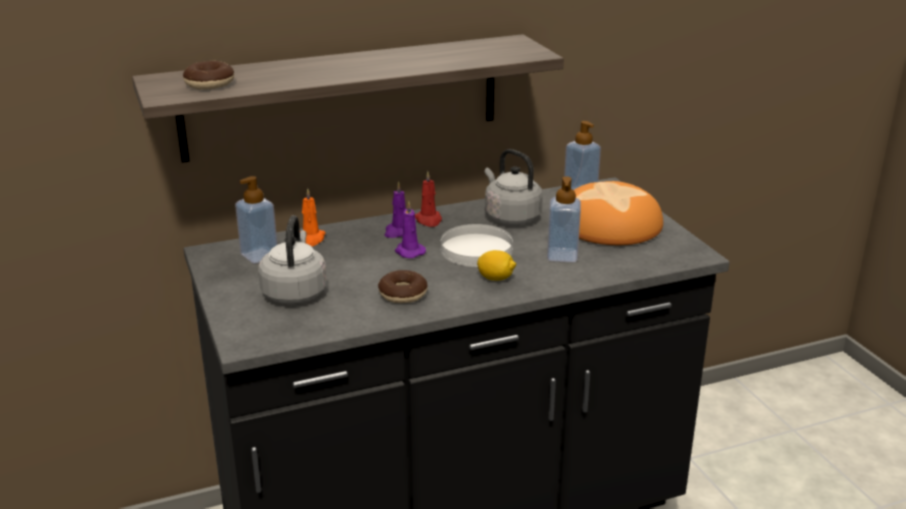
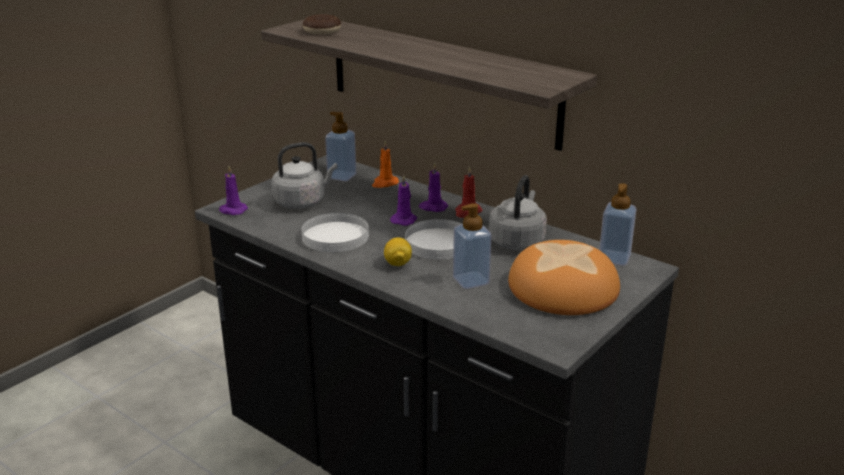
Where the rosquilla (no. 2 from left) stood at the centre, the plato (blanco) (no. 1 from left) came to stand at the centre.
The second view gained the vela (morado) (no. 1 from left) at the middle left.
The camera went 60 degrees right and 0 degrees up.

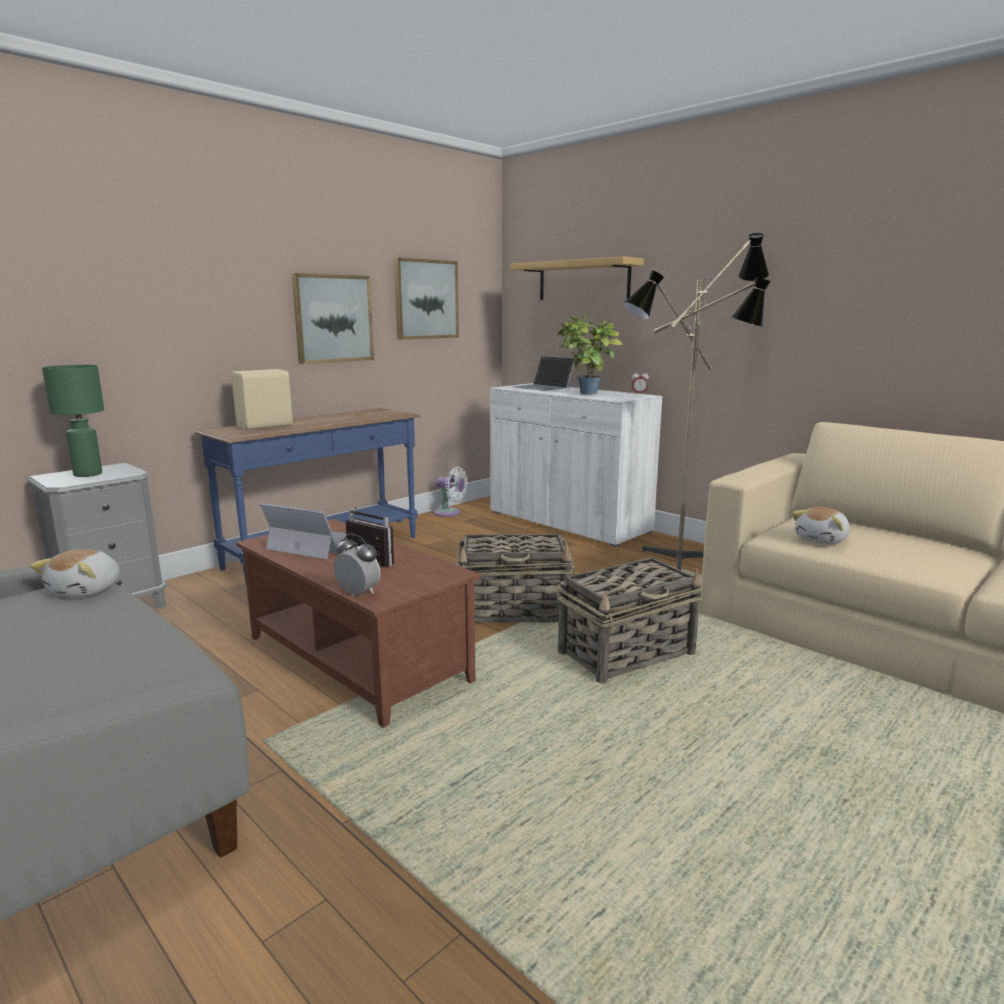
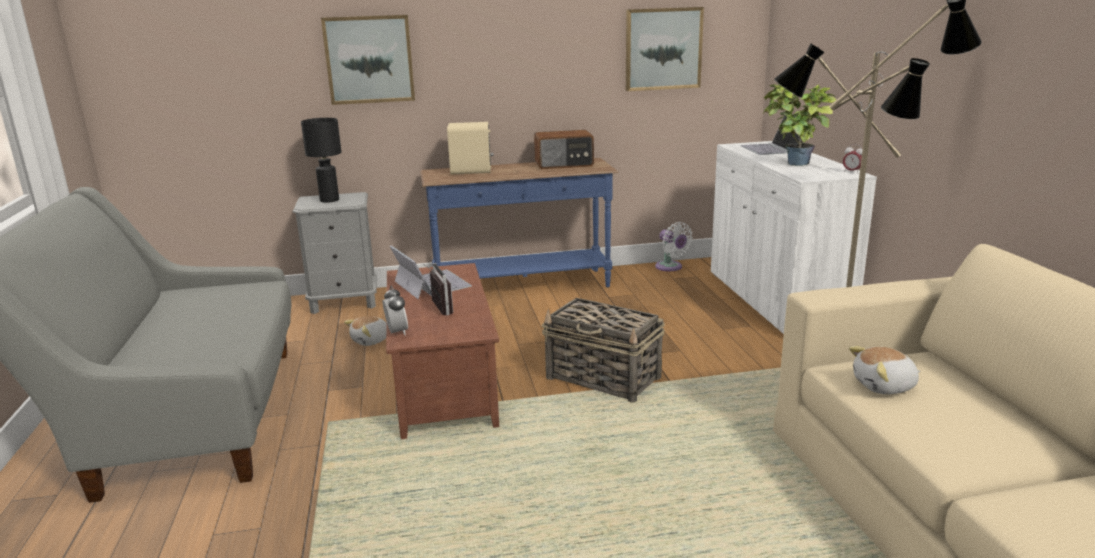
The second view lost the estante at the top centre.
The cuadro (no. 1 from left) ended up elsewhere, having gone from the top left to the top centre.
What was the lámpara de mesa (verde) at the middle left turned into the lámpara de mesa (negro) at the top left.
The peluche (no. 1 from left) ended up elsewhere, having gone from the middle left to the centre.
The second view lost the cesta (no. 2 from left) at the centre.
The second view gained the radio (no. 2 from left) at the top centre.
The camera went 35 degrees right and 5 degrees up.

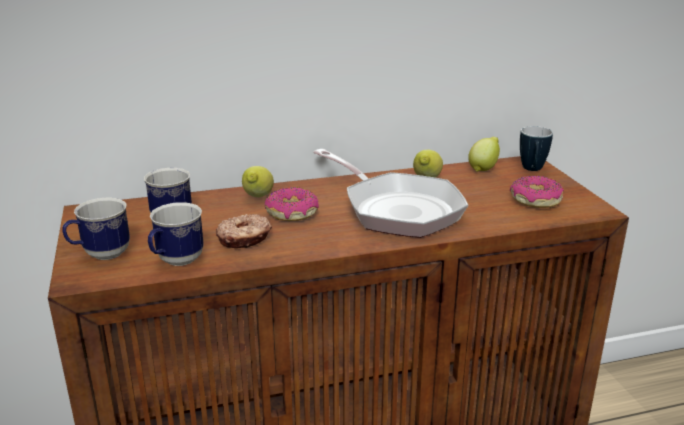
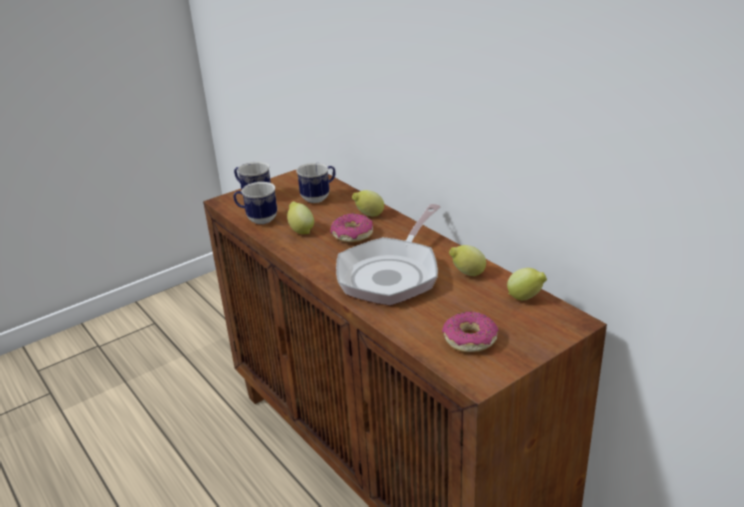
The second view lost the taza grande (no. 4 from left) at the middle right.
Where the rosquilla (no. 1 from left) stood at the centre, the limón (no. 1 from left) came to stand at the centre.
The camera went 70 degrees right and 5 degrees up.

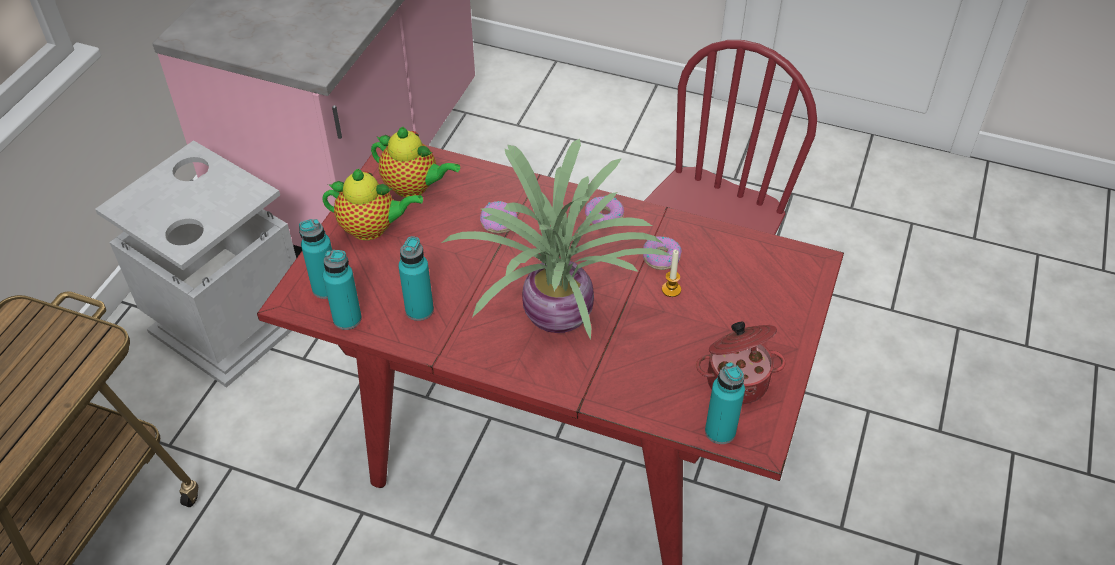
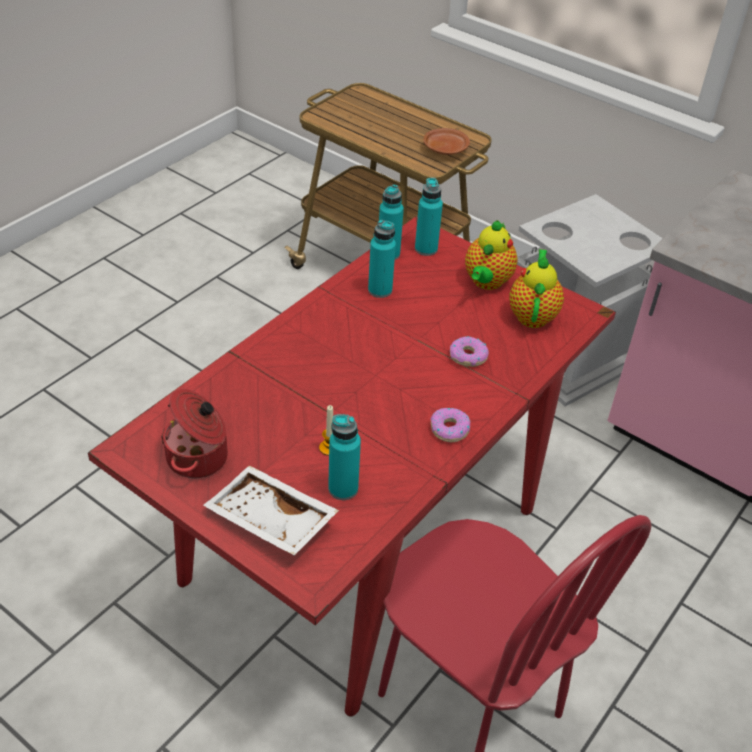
The tetera (no. 2 from left) at the top centre ended up facing another way, 150 degrees clockwise from before.
The second view lost the planta en maceta at the centre.
The second view lost the rosquilla (no. 3 from left) at the centre.
The botella (turquesa) (no. 4 from left in the first image) ended up elsewhere, having gone from the bottom centre to the centre.
The second view gained the plato (marrón) at the top centre.
The second view gained the bandeja (blanco) at the bottom centre.
The camera went 105 degrees right and 5 degrees down.

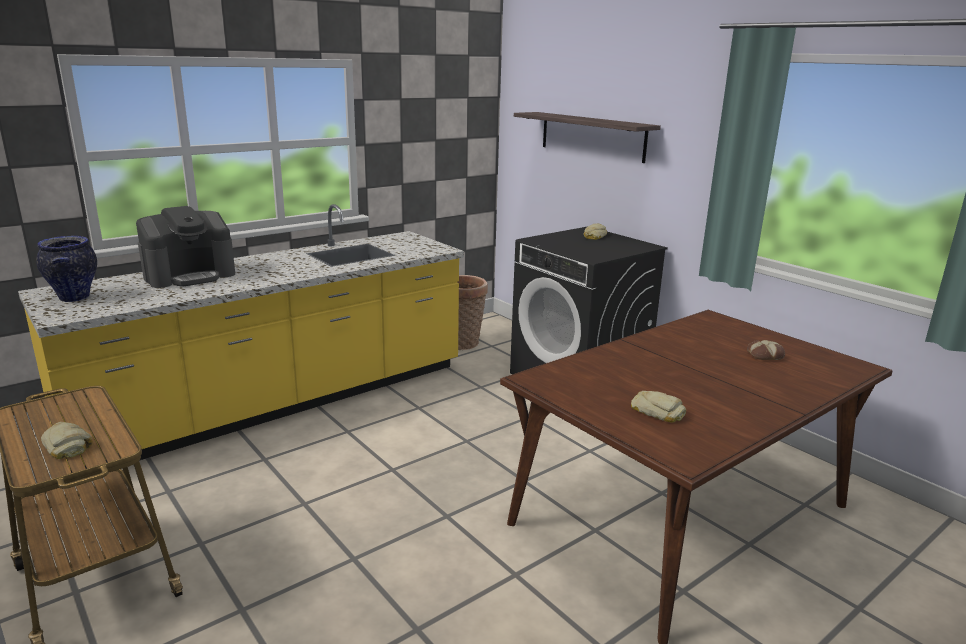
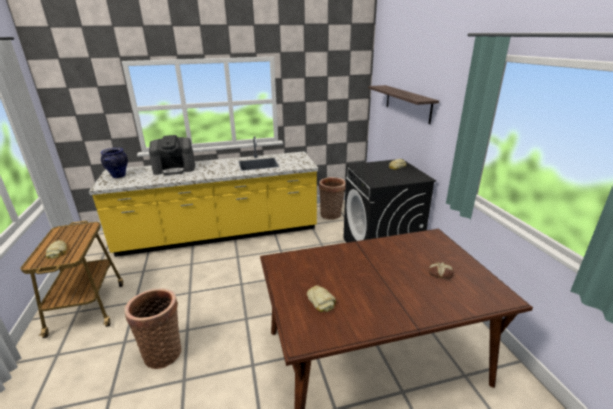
The second view gained the cesta (no. 1 from left) at the bottom left.
The camera went 25 degrees right and 5 degrees up.

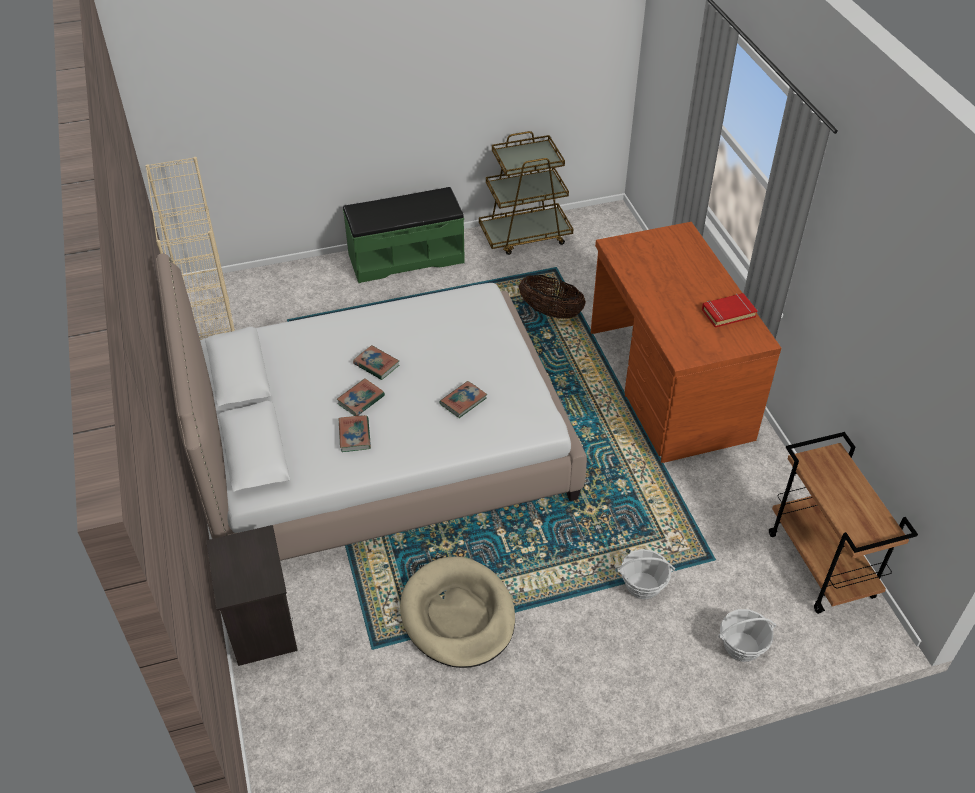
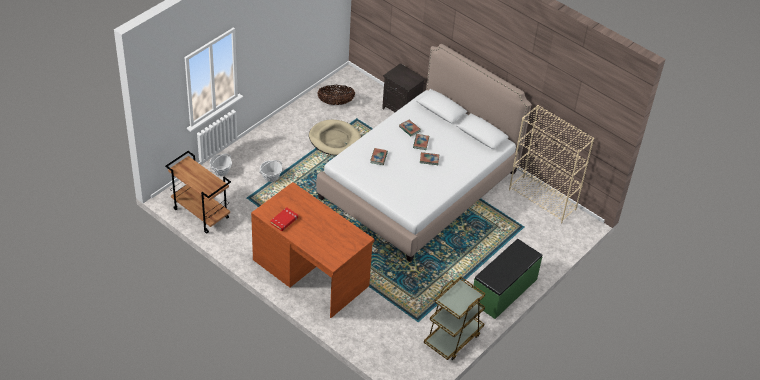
The cesta (no. 1 from left in the first image) ended up elsewhere, having gone from the centre to the top centre.
The camera went 145 degrees right and 0 degrees up.

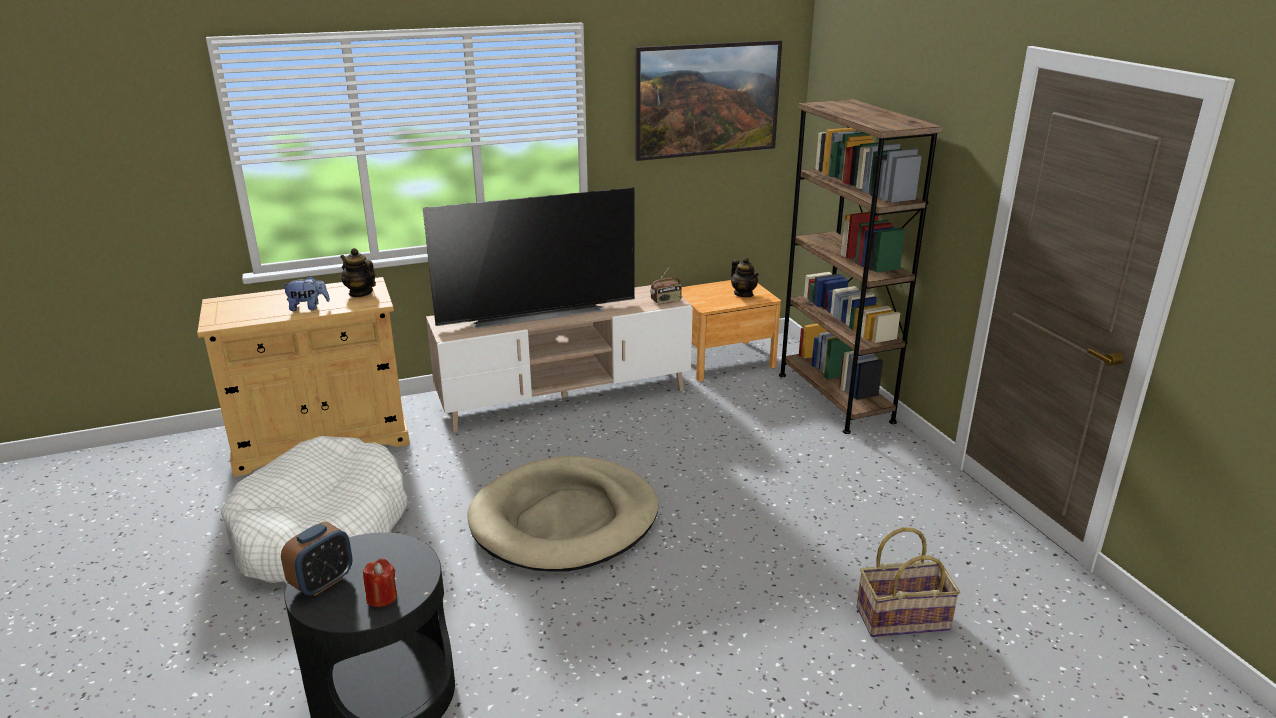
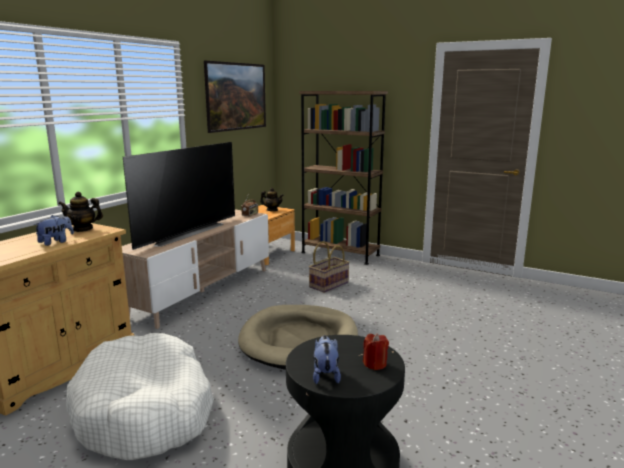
Where the despertador stood at the bottom left, the peluche (no. 2 from left) came to stand at the bottom centre.
The cesta ended up elsewhere, having gone from the bottom right to the centre.
The camera went 40 degrees left and 10 degrees down.

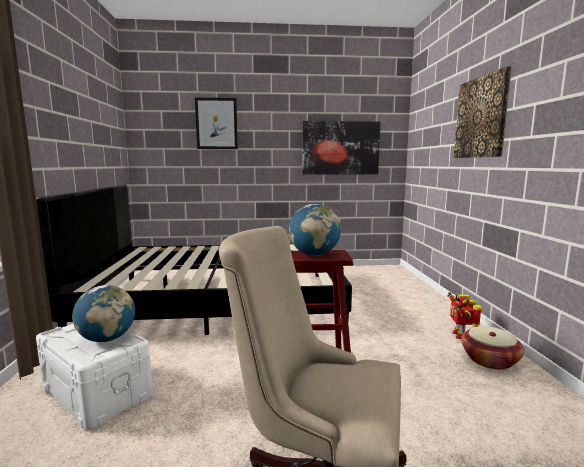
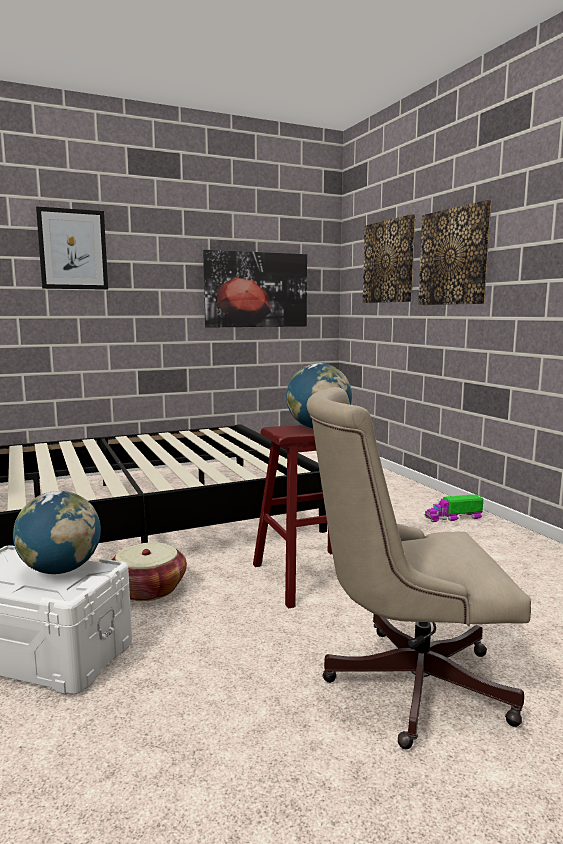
Where the robot de juguete stood at the bottom right, the camión de juguete came to stand at the middle right.
The cesta ended up elsewhere, having gone from the bottom right to the bottom left.
The second view gained the cuadro (no. 3 from left) at the top right.
The camera went 20 degrees left and 0 degrees up.

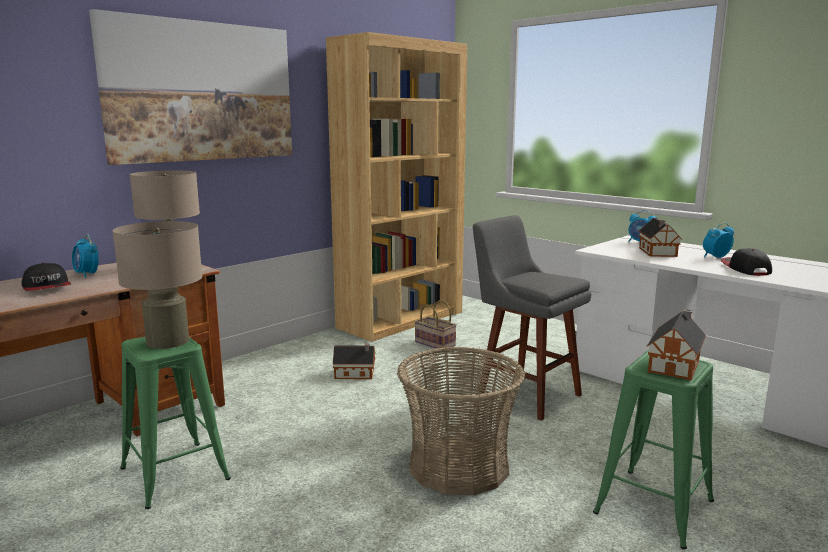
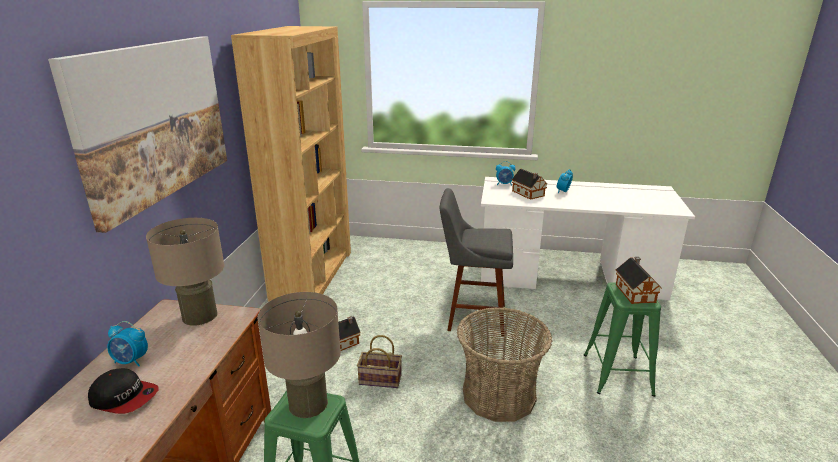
The second view lost the gorra (no. 2 from left) at the middle right.
The cesta (no. 1 from left) ended up elsewhere, having gone from the centre to the bottom centre.
The camera went 35 degrees left and 10 degrees up.

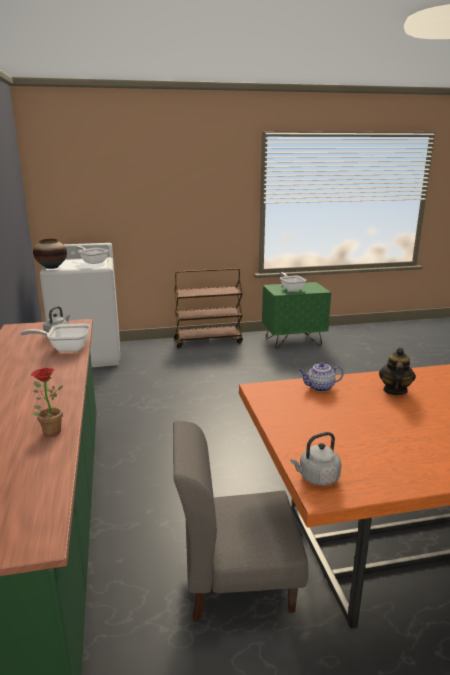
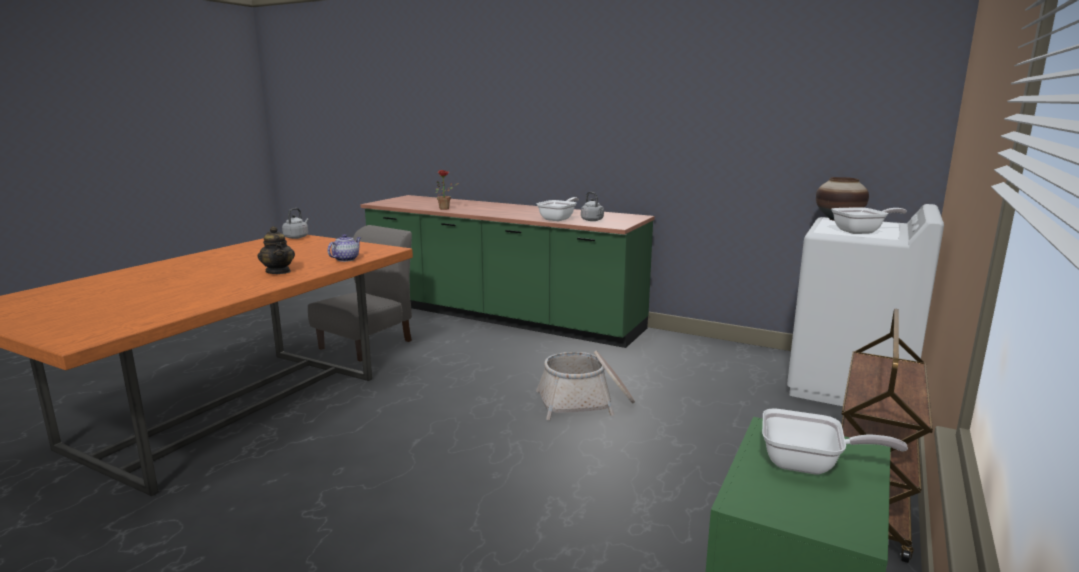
The second view gained the cesta at the bottom centre.
The camera went 130 degrees right and 5 degrees down.

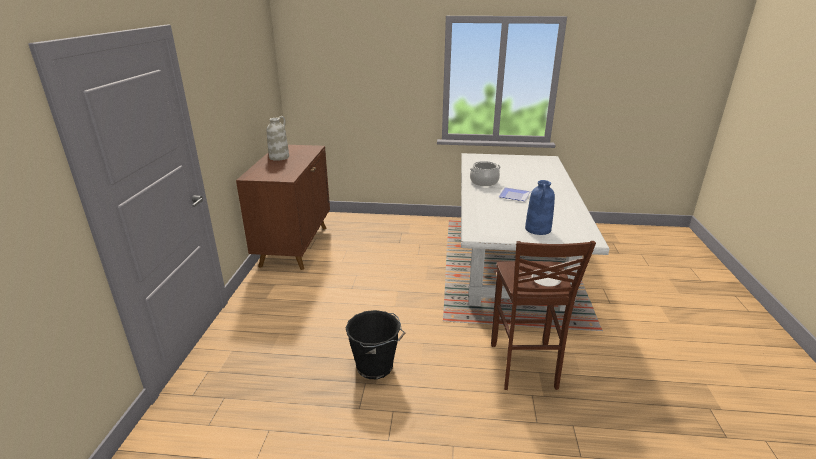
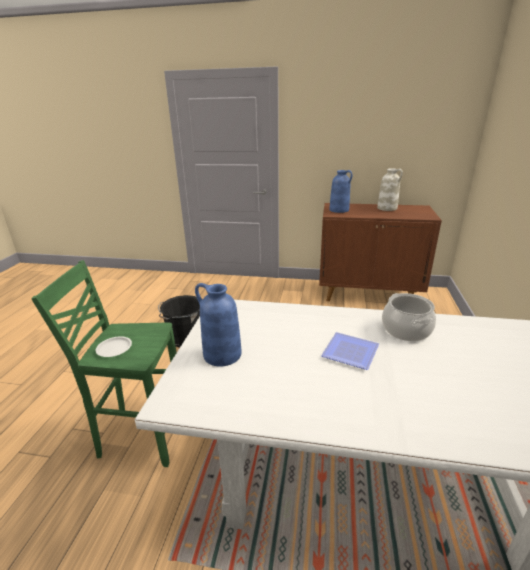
What was the taburete (marrón) at the bottom centre turned into the taburete (verde) at the middle left.
The second view gained the florero (azul) (no. 2 from left) at the centre.
The camera went 95 degrees right and 0 degrees up.

